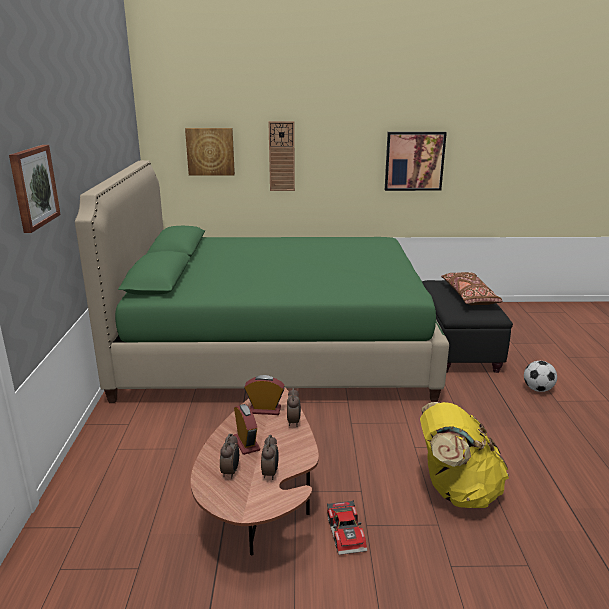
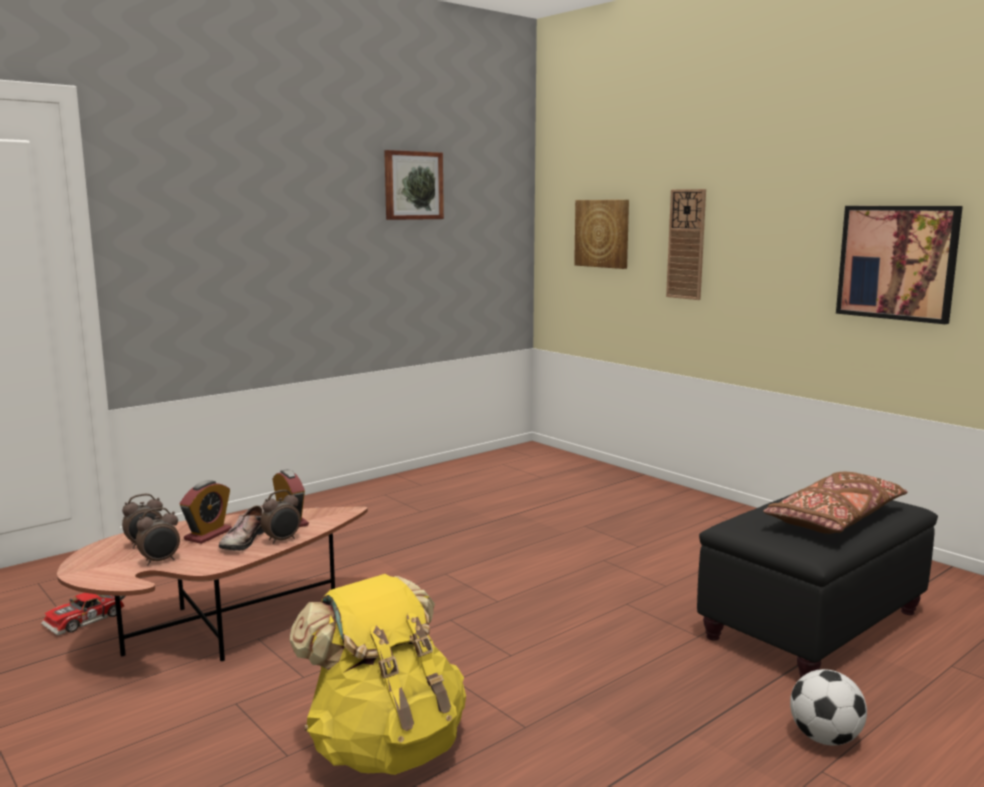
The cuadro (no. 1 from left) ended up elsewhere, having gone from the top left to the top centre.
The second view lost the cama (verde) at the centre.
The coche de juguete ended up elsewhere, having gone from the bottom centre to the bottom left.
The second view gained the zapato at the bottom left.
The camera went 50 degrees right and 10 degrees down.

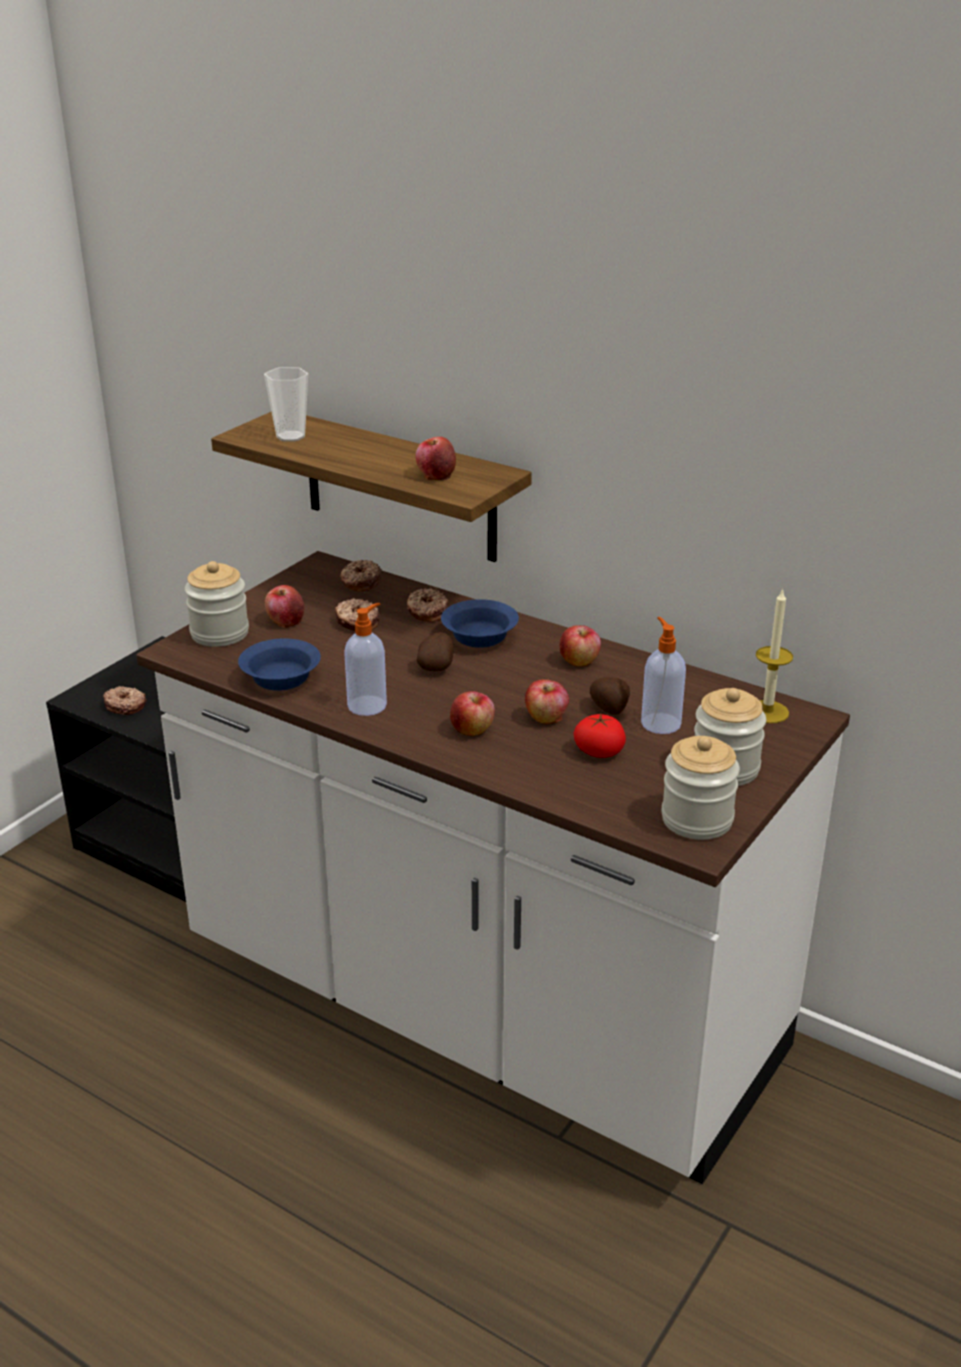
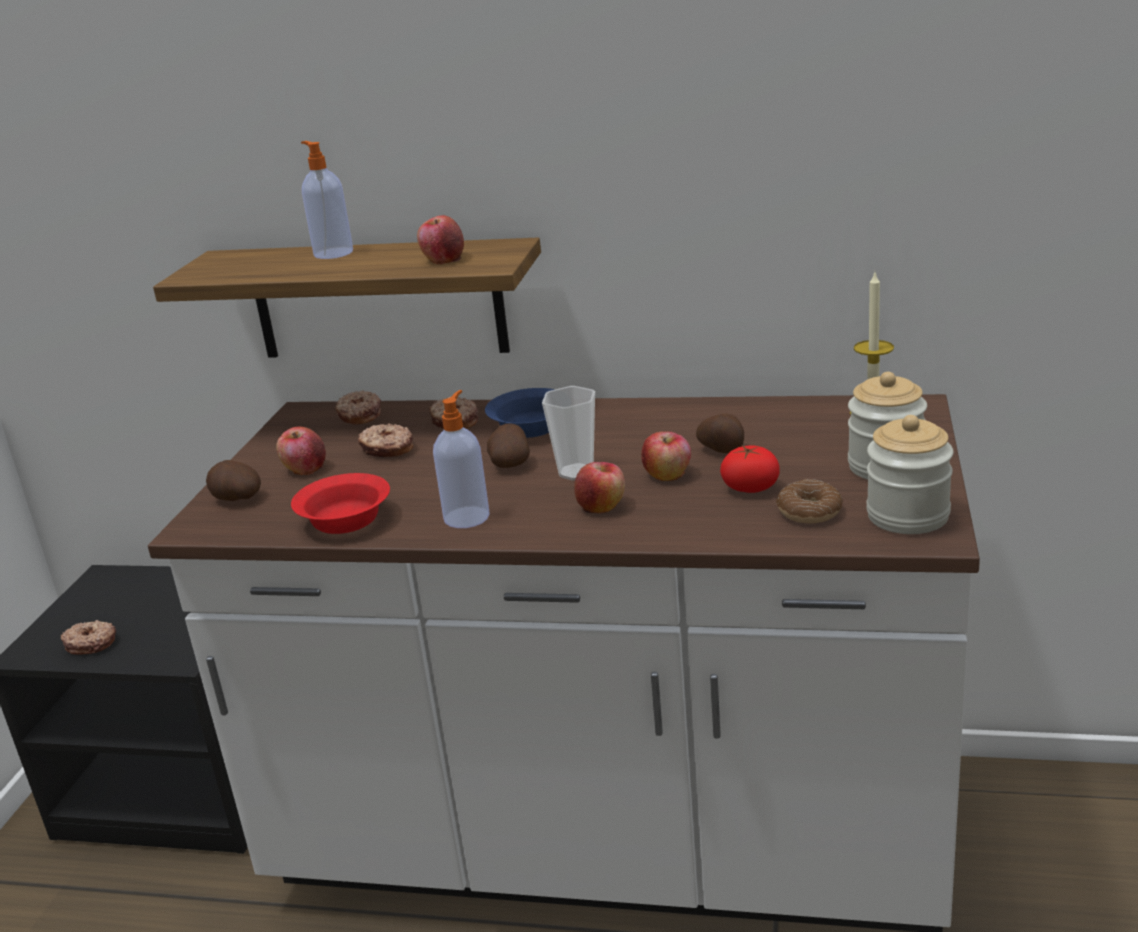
The taza ended up elsewhere, having gone from the top left to the centre.
Where the tarro (no. 1 from left) stood at the middle left, the patata (no. 1 from left) came to stand at the middle left.
The dispensador de jabón (no. 2 from left in the first image) ended up elsewhere, having gone from the middle right to the top left.
The second view lost the manzana (no. 5 from left) at the centre.
What was the cuenco (azul) (no. 1 from left) at the middle left turned into the cuenco (rojo) at the middle left.
The second view gained the rosquilla (no. 5 from left) at the middle right.
The camera went 20 degrees left and 5 degrees down.

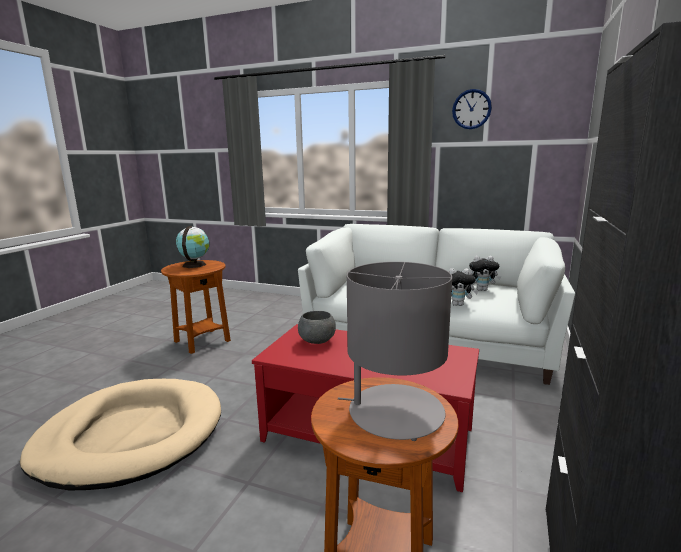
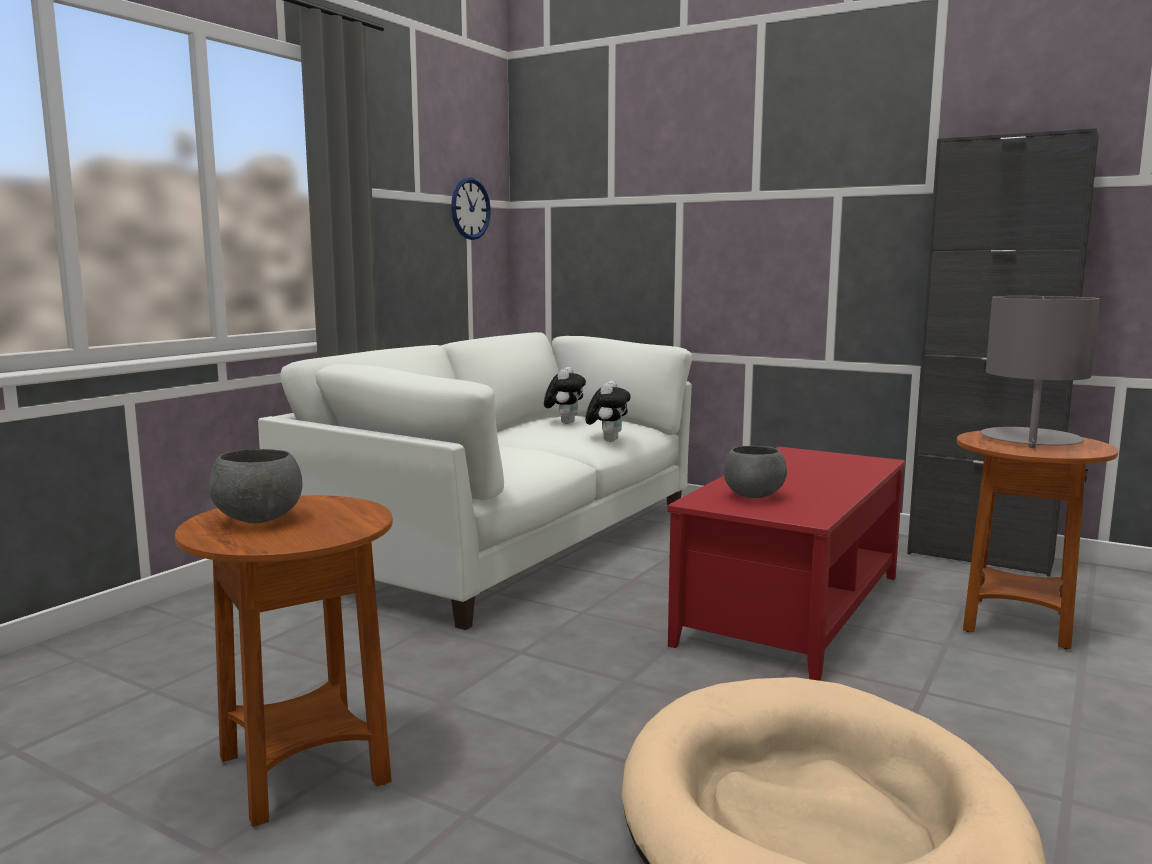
The reloj de pared ended up elsewhere, having gone from the top right to the top centre.
Where the globo terráqueo stood at the middle left, the cuenco (gris) (no. 1 from left) came to stand at the middle left.
The camera went 80 degrees left and 5 degrees down.

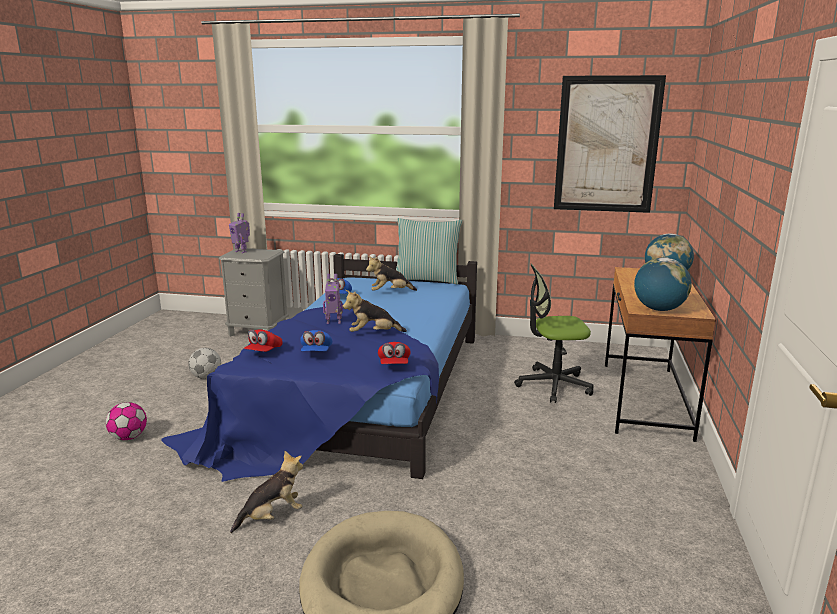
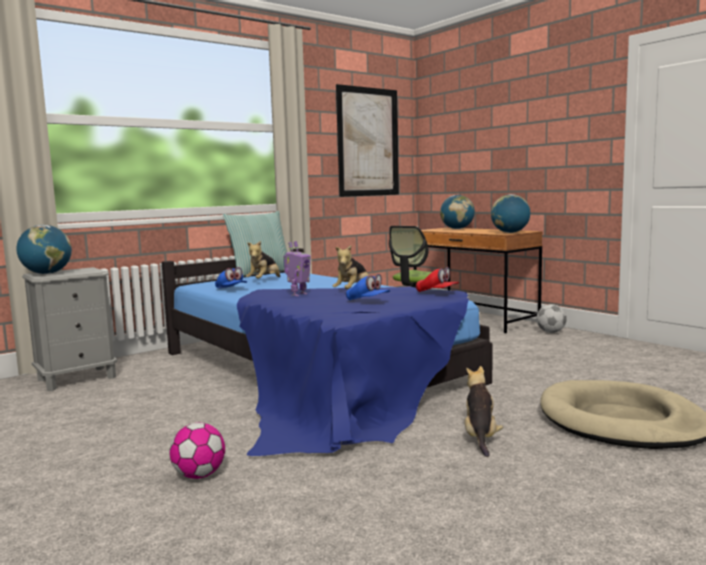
Where the robot de juguete (no. 1 from left) stood at the middle left, the globo terráqueo (no. 1 from left) came to stand at the middle left.
The second view lost the gorra (rojo) (no. 1 from left) at the middle left.
The balón de fútbol (no. 2 from left) ended up elsewhere, having gone from the middle left to the middle right.
The camera went 50 degrees left and 10 degrees down.

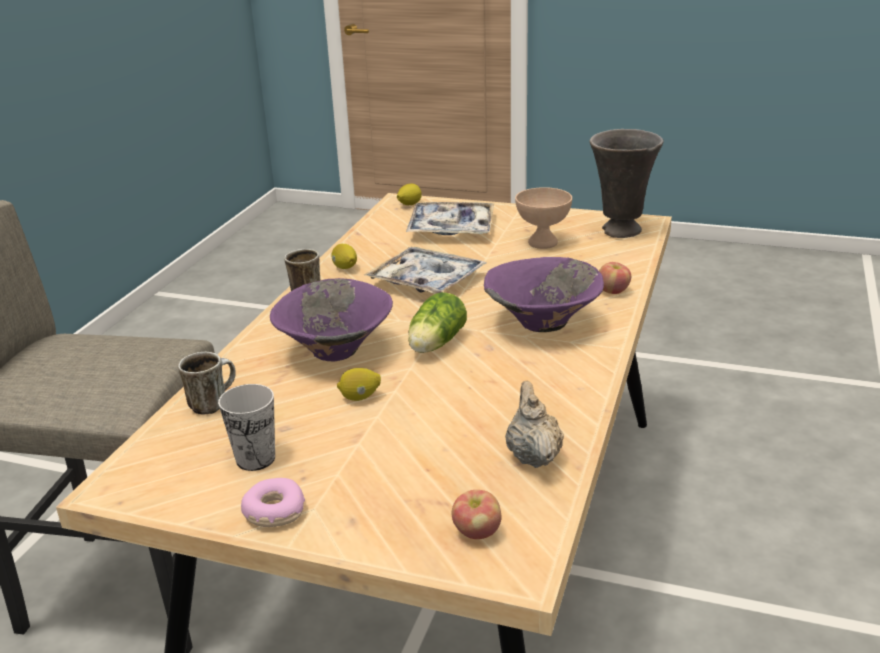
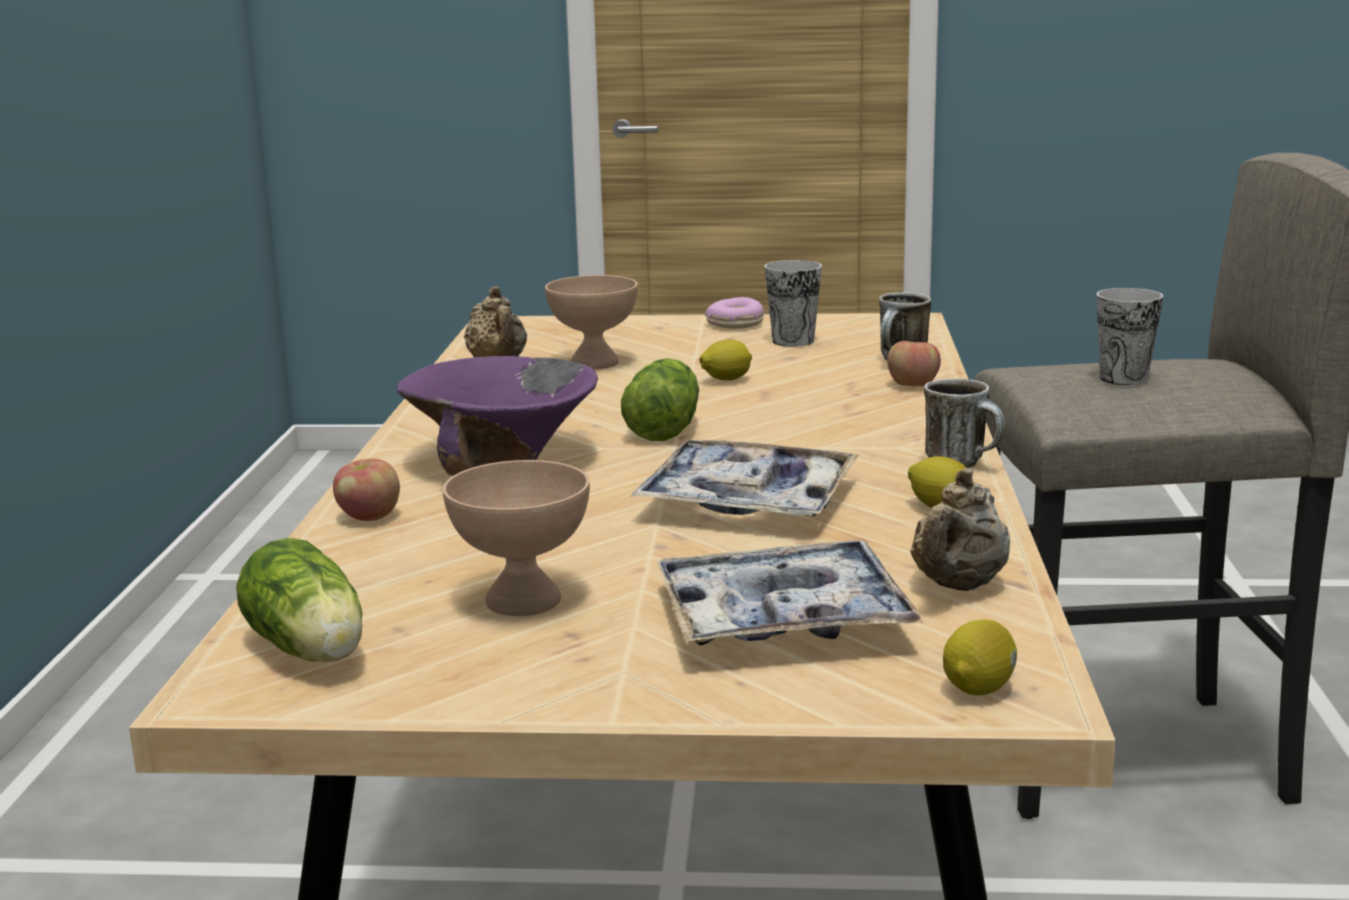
Where the florero (gris) stood at the top right, the lechuga (no. 1 from left) came to stand at the bottom left.
The second view lost the cuenco (morado) (no. 1 from left) at the centre.
The manzana (no. 1 from left in the first image) ended up elsewhere, having gone from the bottom centre to the middle right.
The second view gained the cuenco (beis) (no. 2 from left) at the centre.
The second view gained the taza (no. 2 from left) at the middle right.
The second view gained the tetera (beis) (no. 2 from left) at the middle right.
The camera went 165 degrees right and 10 degrees down.

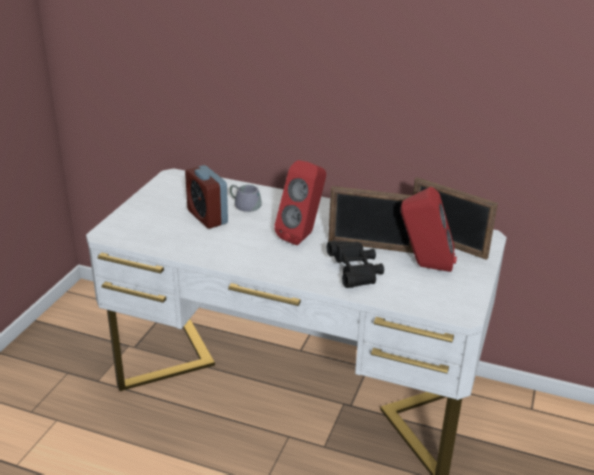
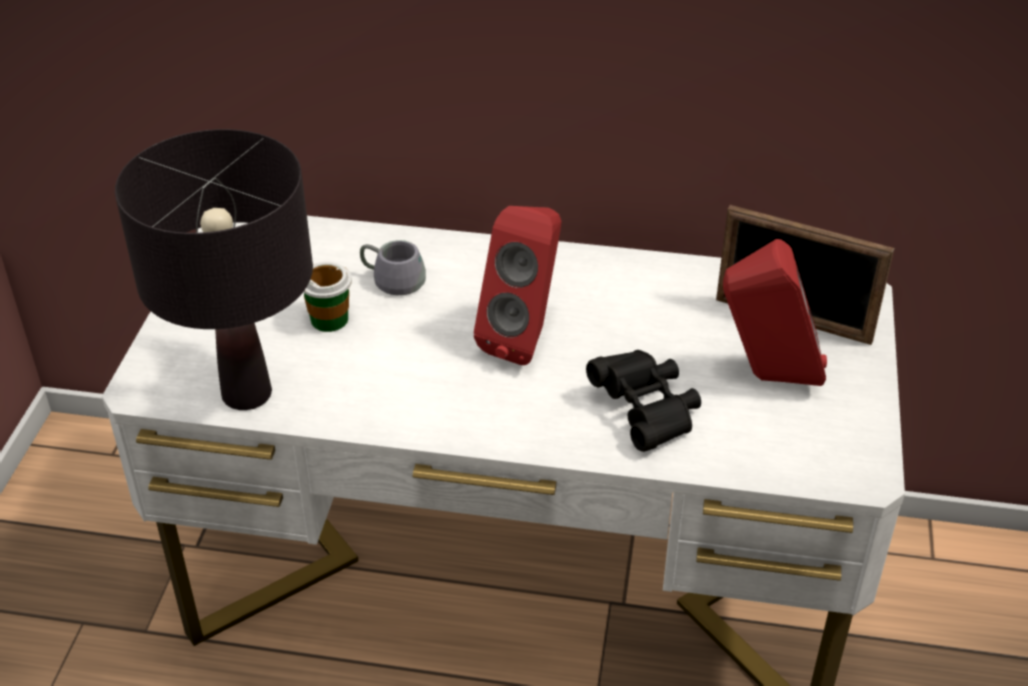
Where the despertador stood at the centre, the taza came to stand at the middle left.
The second view lost the portarretratos (no. 1 from left) at the centre.
The second view gained the lámpara de mesa (negro) at the middle left.
The camera went 10 degrees left and 10 degrees up.

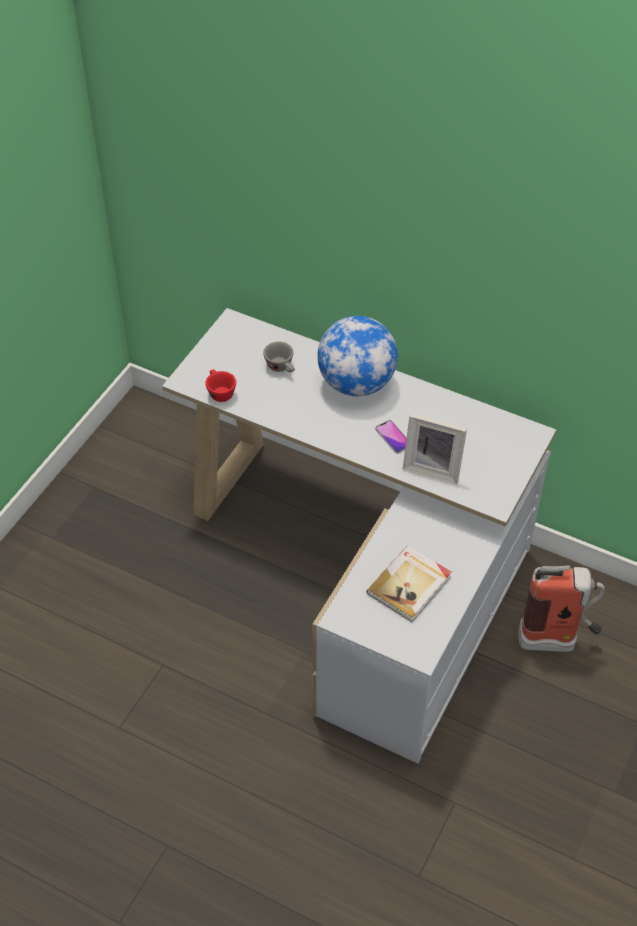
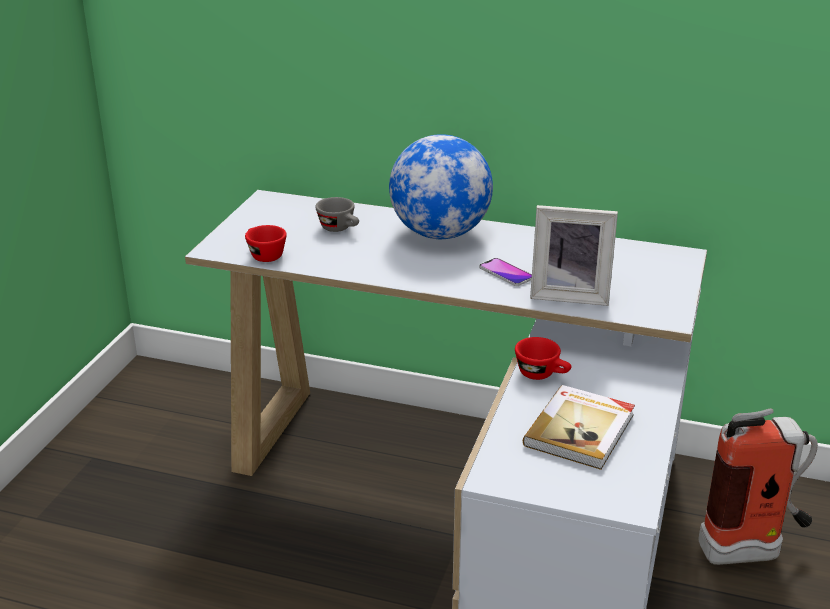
The second view gained the taza (rojo) (no. 2 from left) at the centre.
The camera went 10 degrees left and 20 degrees down.

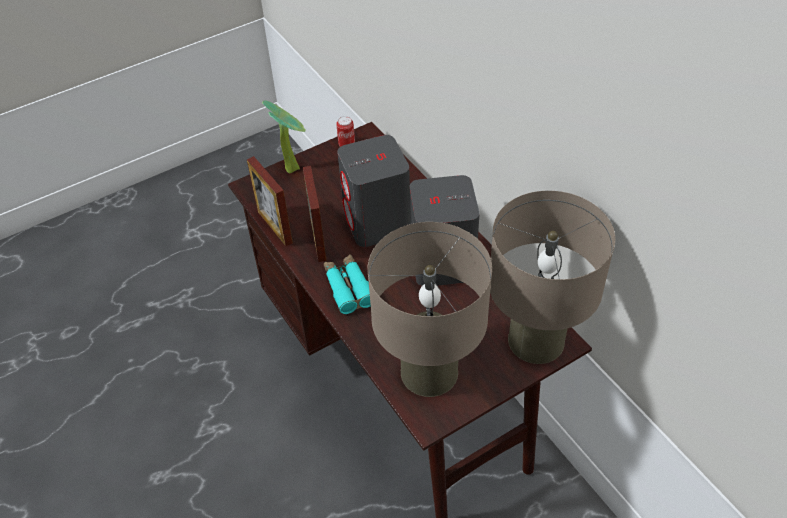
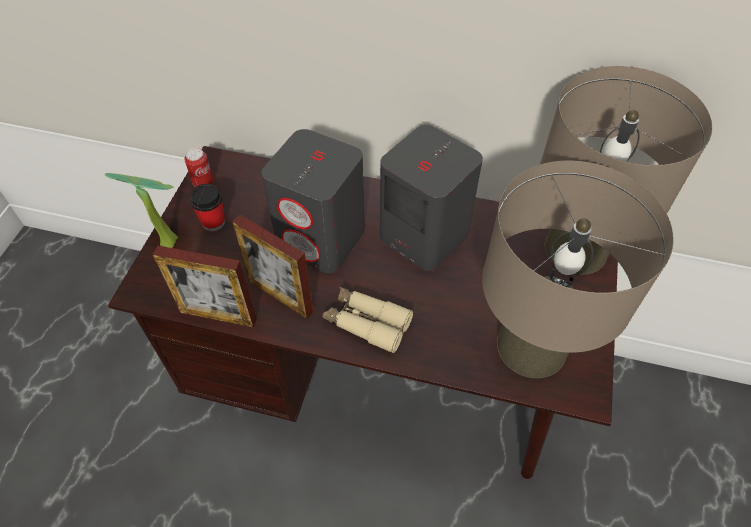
What was the prismáticos (turquesa) at the centre turned into the prismáticos (beis) at the centre.
The second view gained the taza at the middle left.
The camera went 45 degrees left and 5 degrees up.

